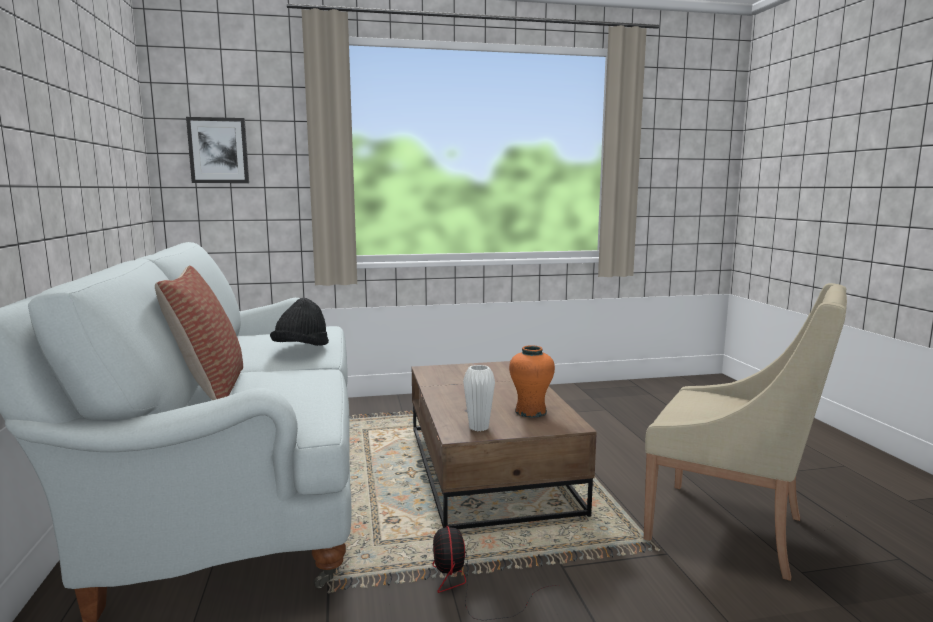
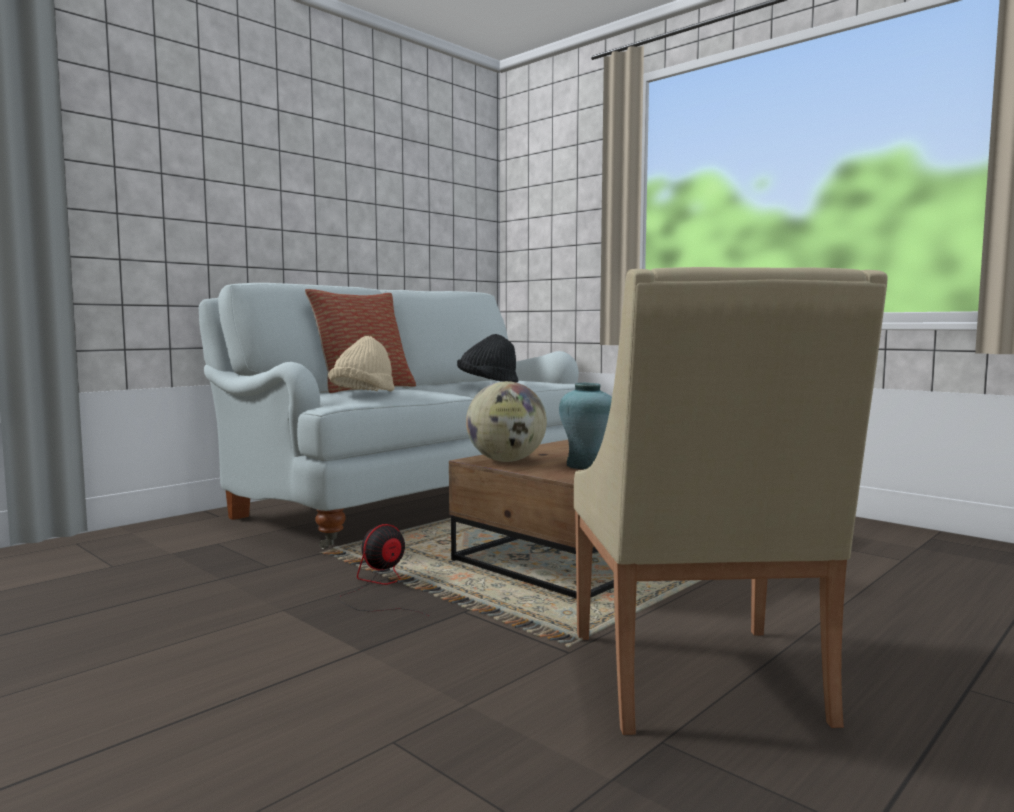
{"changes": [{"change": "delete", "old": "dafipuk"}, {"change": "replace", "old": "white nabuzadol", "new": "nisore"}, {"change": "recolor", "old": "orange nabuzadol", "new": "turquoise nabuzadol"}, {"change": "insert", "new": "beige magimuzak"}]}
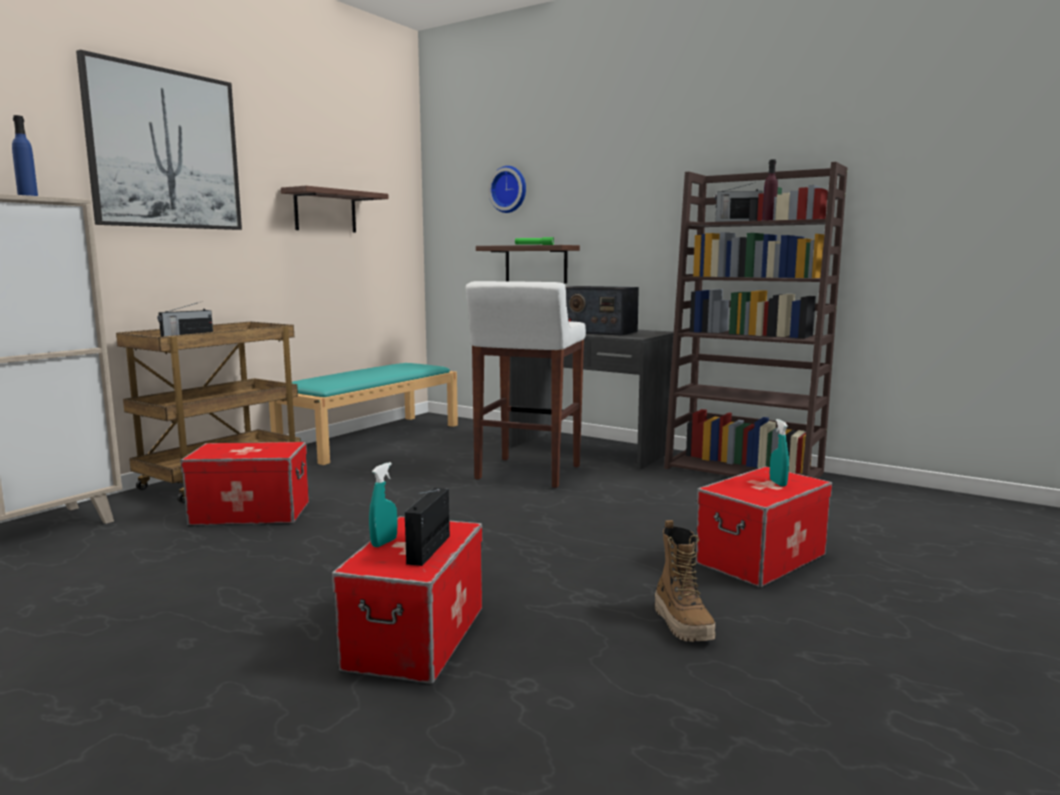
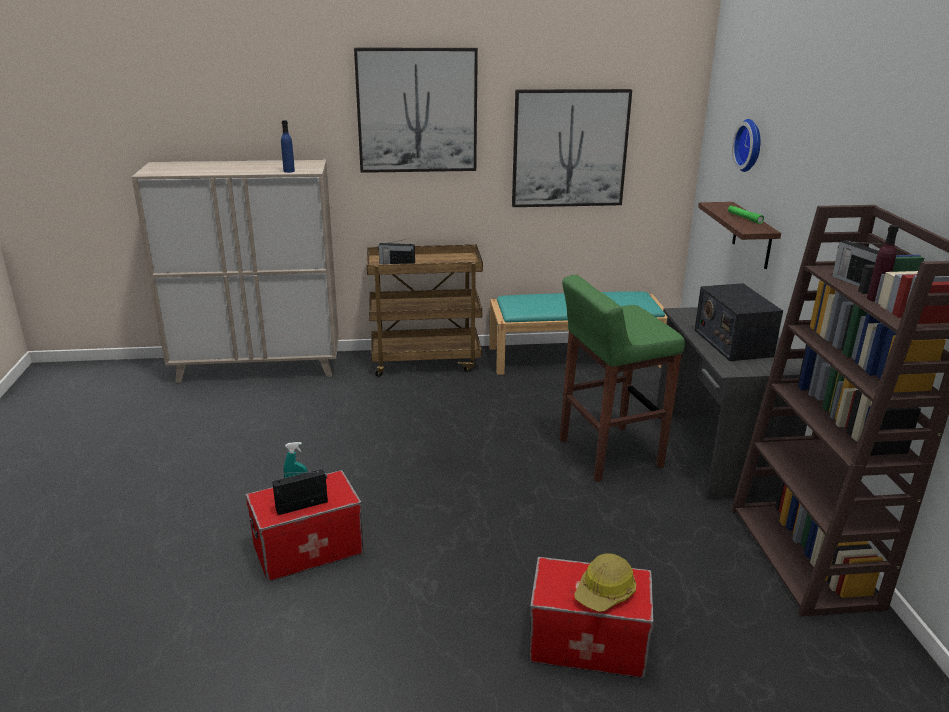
{"changes": [{"change": "delete", "old": "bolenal (1st from left)"}, {"change": "replace", "old": "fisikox (1st from left)", "new": "dafipuk (2nd from left)"}, {"change": "recolor", "old": "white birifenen", "new": "green birifenen"}, {"change": "delete", "old": "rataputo"}, {"change": "replace", "old": "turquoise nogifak (2nd from left)", "new": "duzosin"}]}
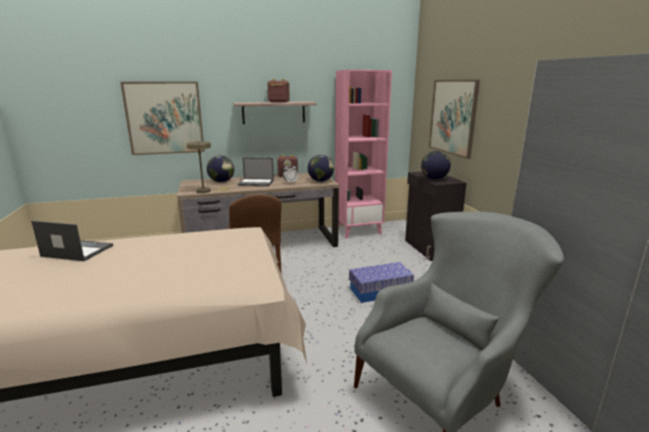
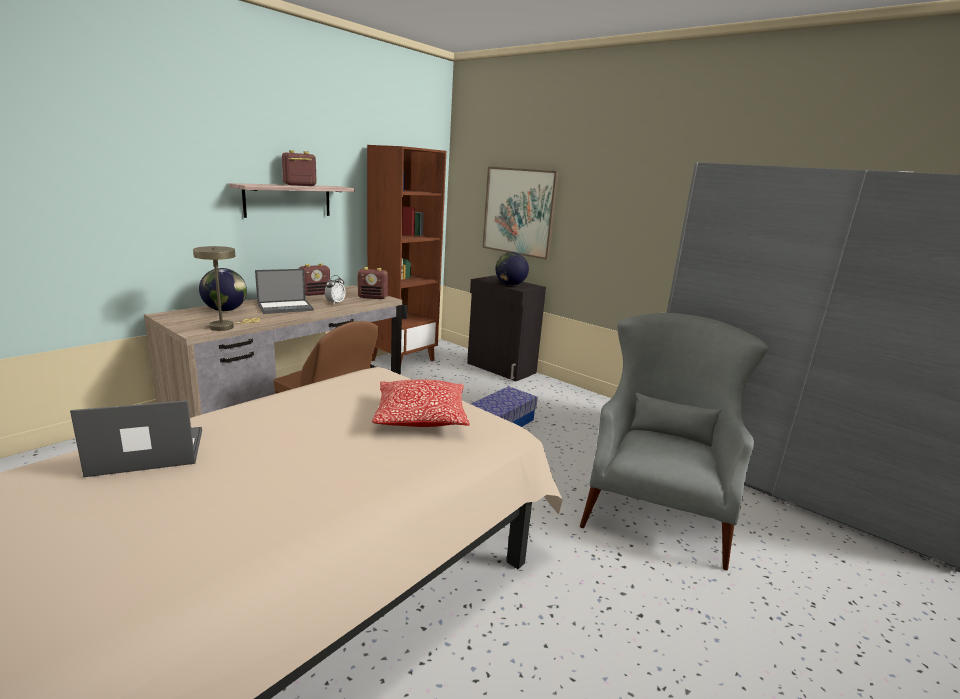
{"changes": [{"change": "delete", "old": "dafipuk (1st from left)"}, {"change": "replace", "old": "nisore (2nd from left)", "new": "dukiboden (3rd from left)"}, {"change": "recolor", "old": "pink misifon", "new": "brown misifon"}, {"change": "insert", "new": "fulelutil"}]}
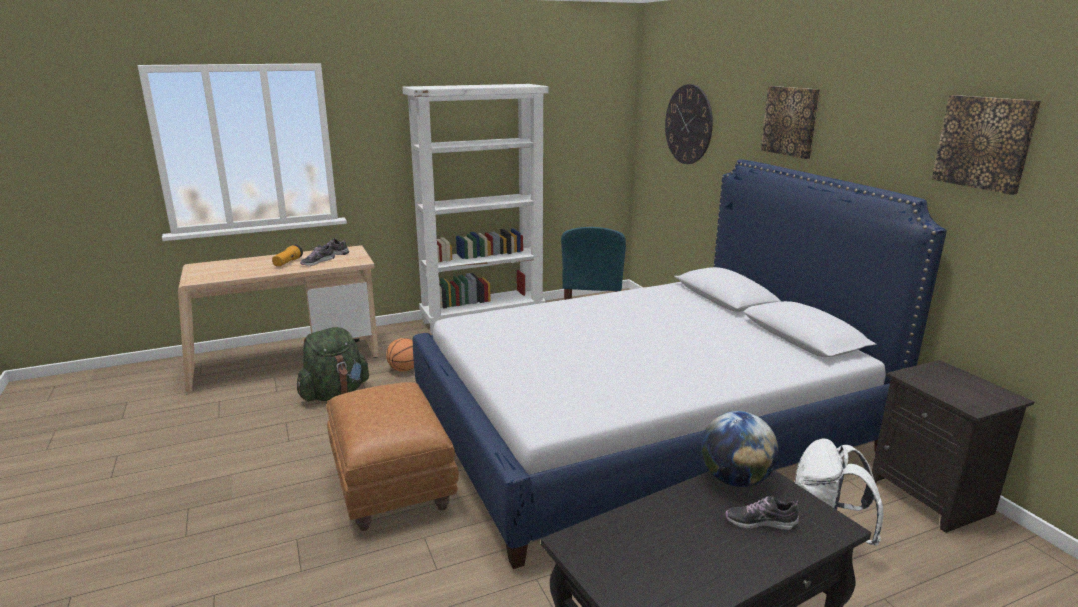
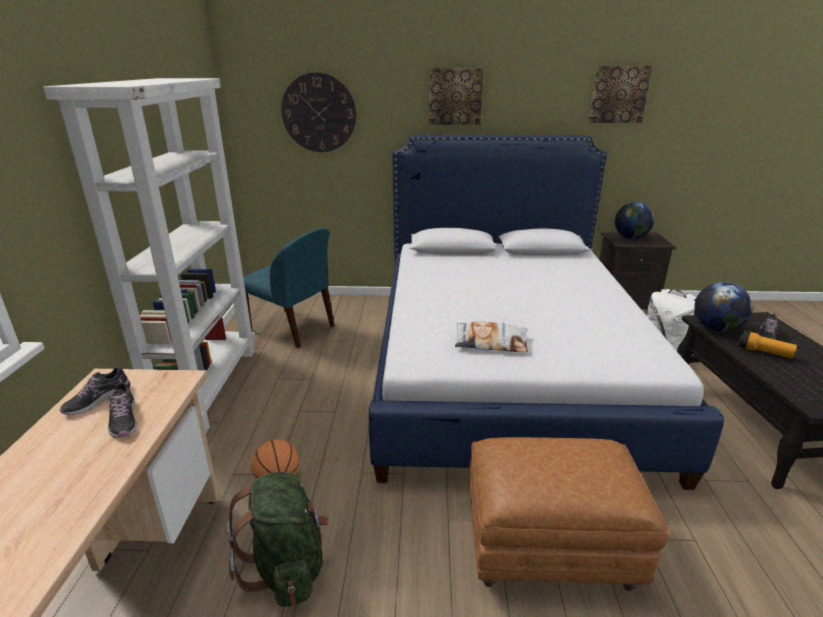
{"changes": [{"change": "move", "old": "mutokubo"}, {"change": "insert", "new": "fulelutil"}, {"change": "insert", "new": "nisore (1st from left)"}]}
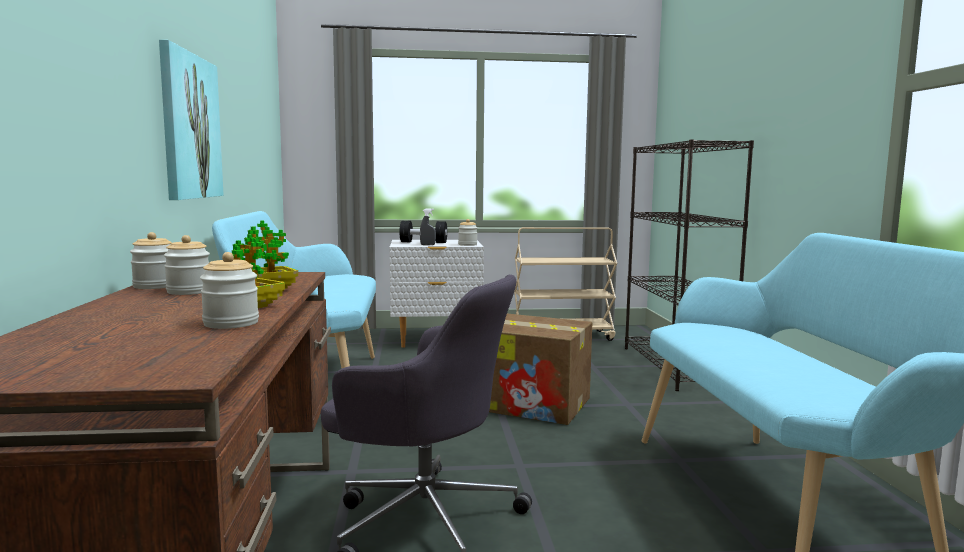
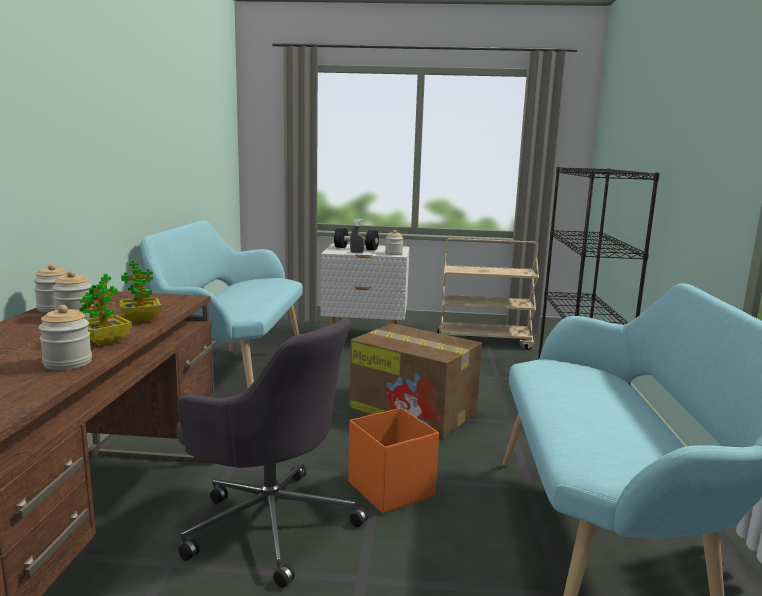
{"changes": [{"change": "delete", "old": "dafipuk"}, {"change": "insert", "new": "orange bolenal"}]}
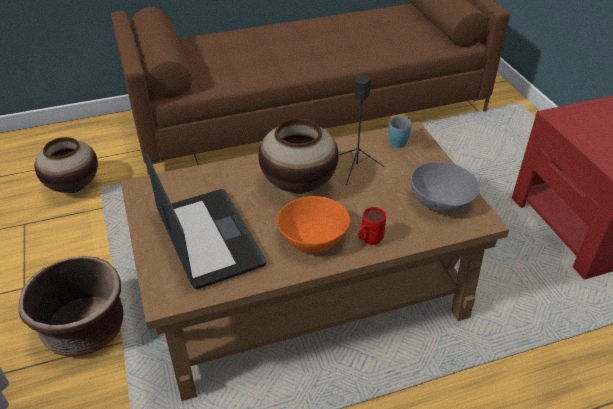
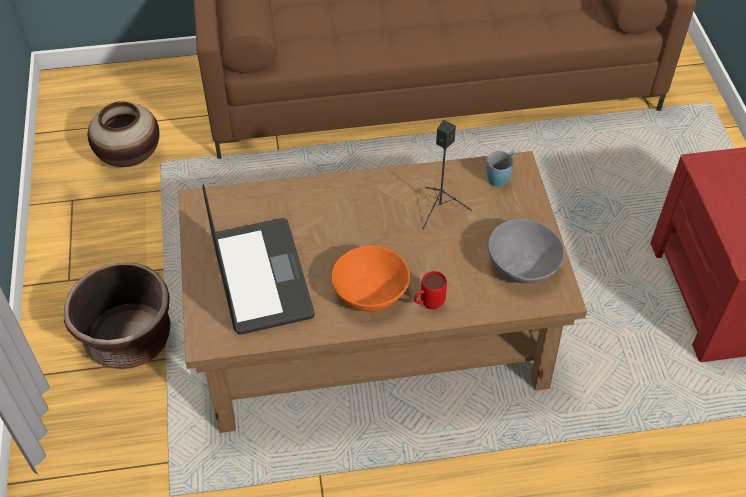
{"changes": [{"change": "delete", "old": "nabuzadol (2nd from left)"}]}
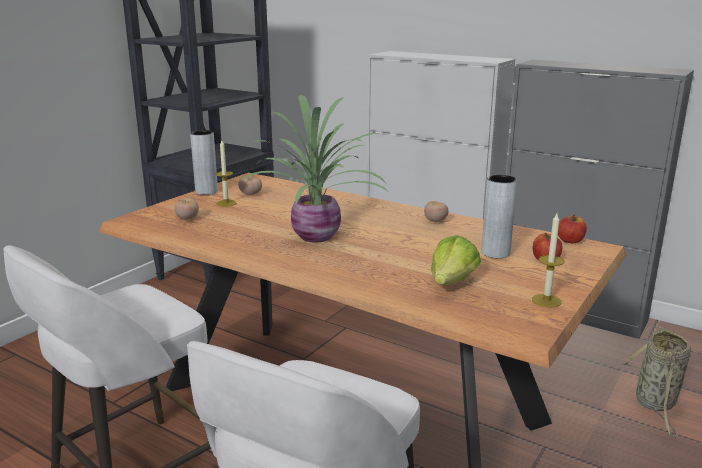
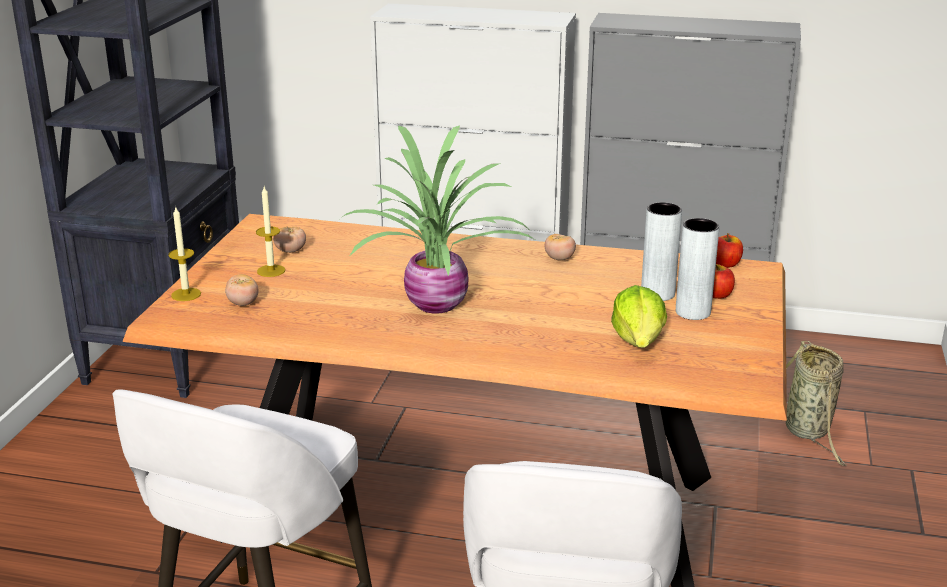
{"changes": [{"change": "move", "old": "grey nabuzadol (1st from left in the first image)", "new": "grey nabuzadol (2nd from left)"}, {"change": "move", "old": "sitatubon (2nd from left in the first image)", "new": "sitatubon (1st from left)"}]}
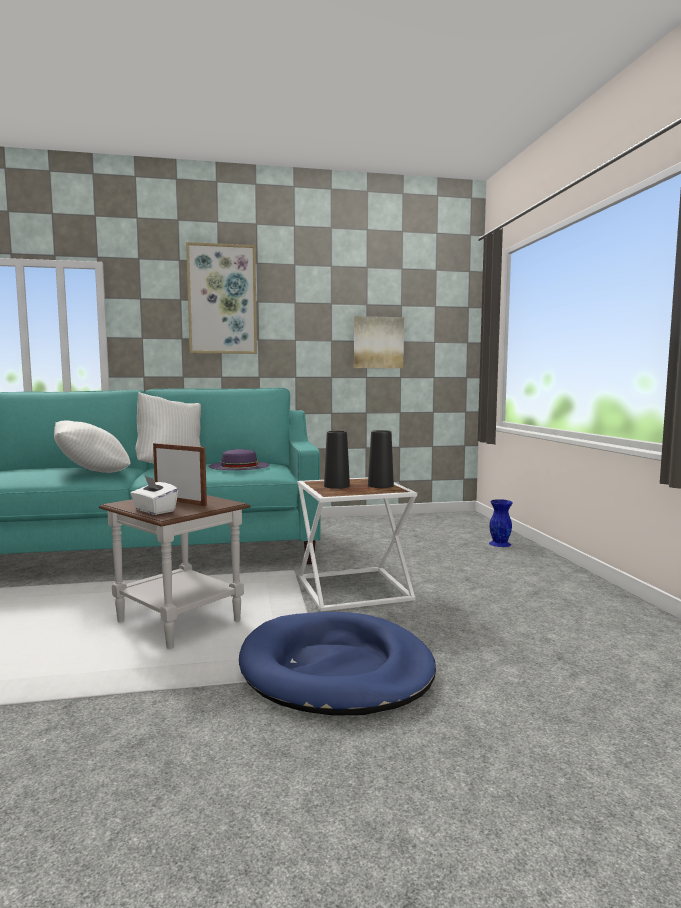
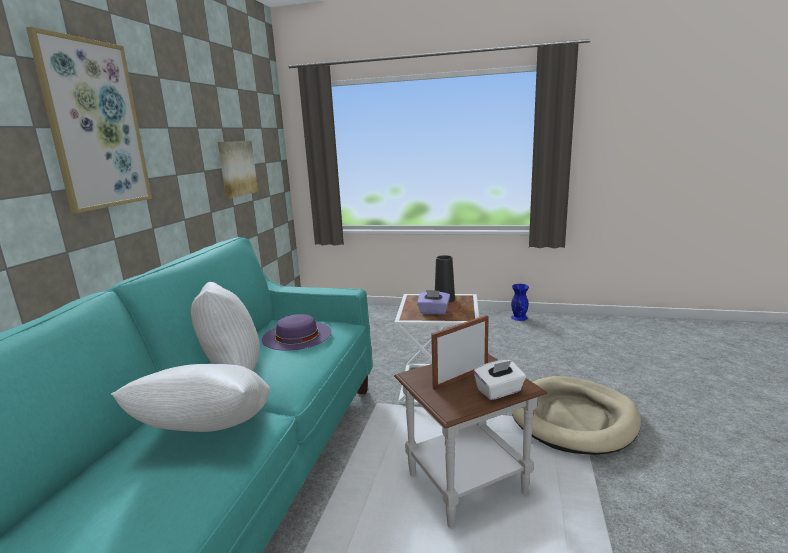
{"changes": [{"change": "recolor", "old": "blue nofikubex", "new": "beige nofikubex"}, {"change": "replace", "old": "black nabuzadol (1st from left)", "new": "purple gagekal"}, {"change": "move", "old": "blue nabuzadol"}]}
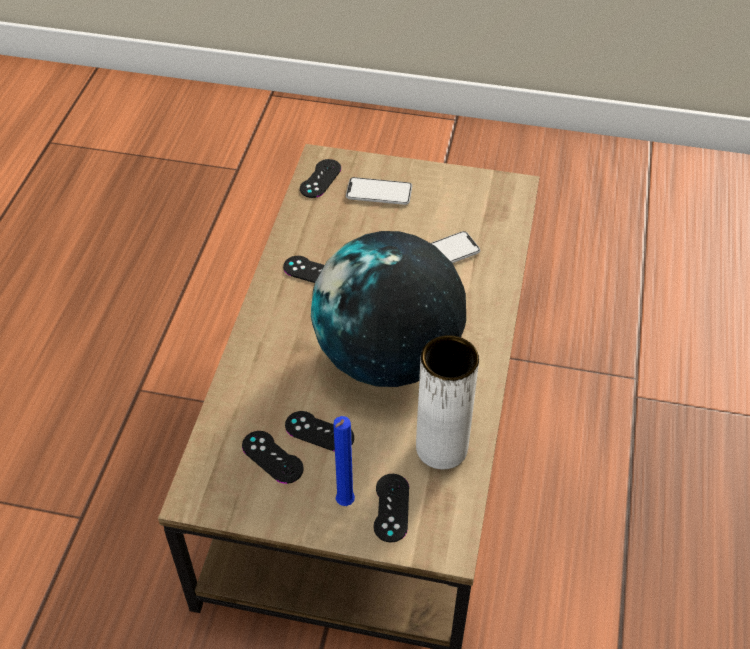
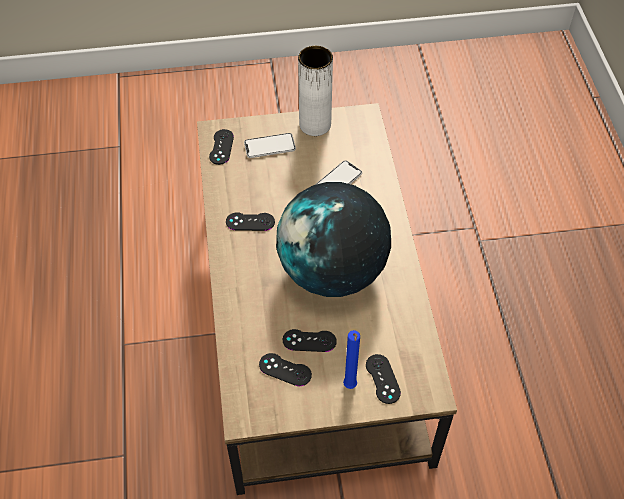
{"changes": [{"change": "move", "old": "white nabuzadol"}]}
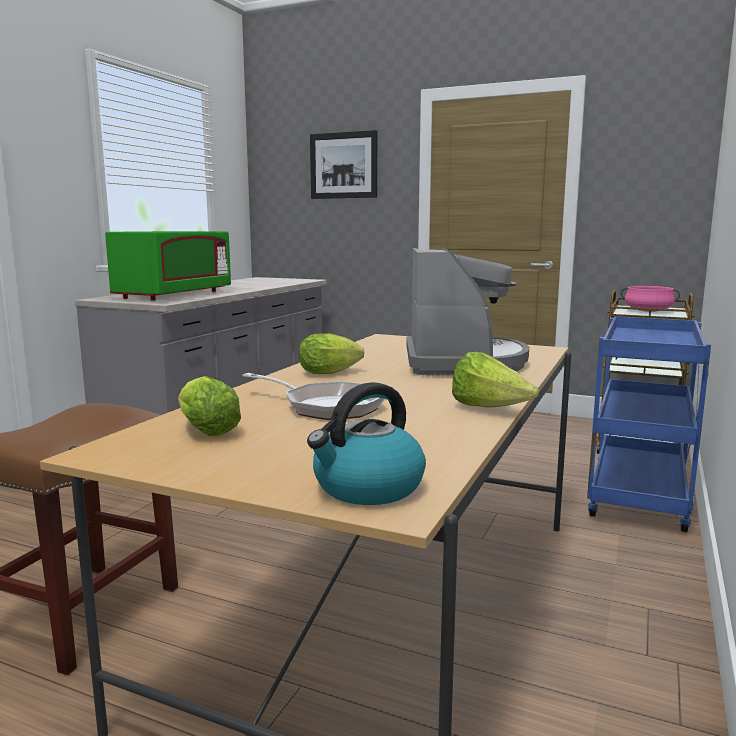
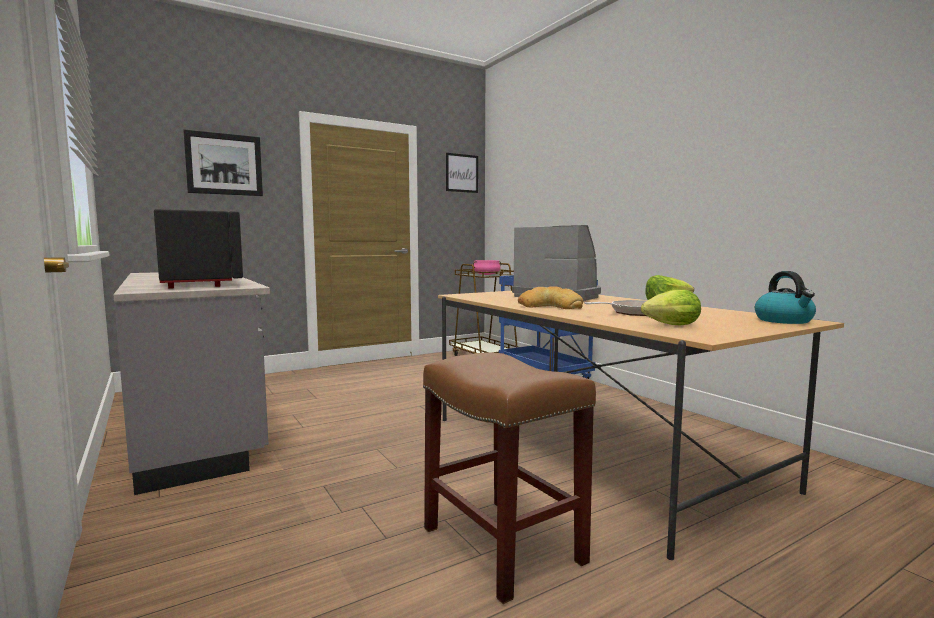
{"changes": [{"change": "recolor", "old": "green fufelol", "new": "black fufelol"}, {"change": "replace", "old": "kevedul (2nd from left)", "new": "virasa"}, {"change": "insert", "new": "dafipuk (2nd from left)"}]}
